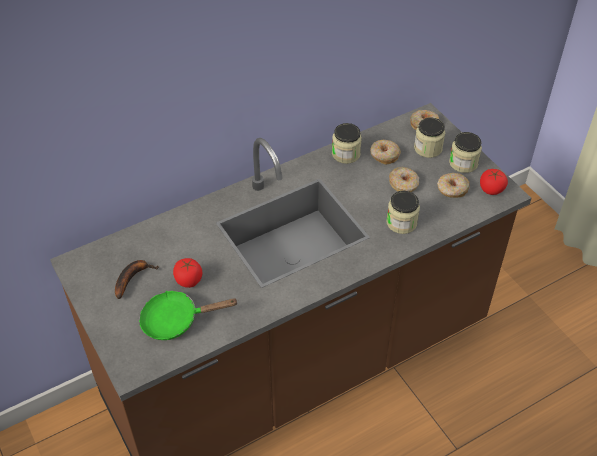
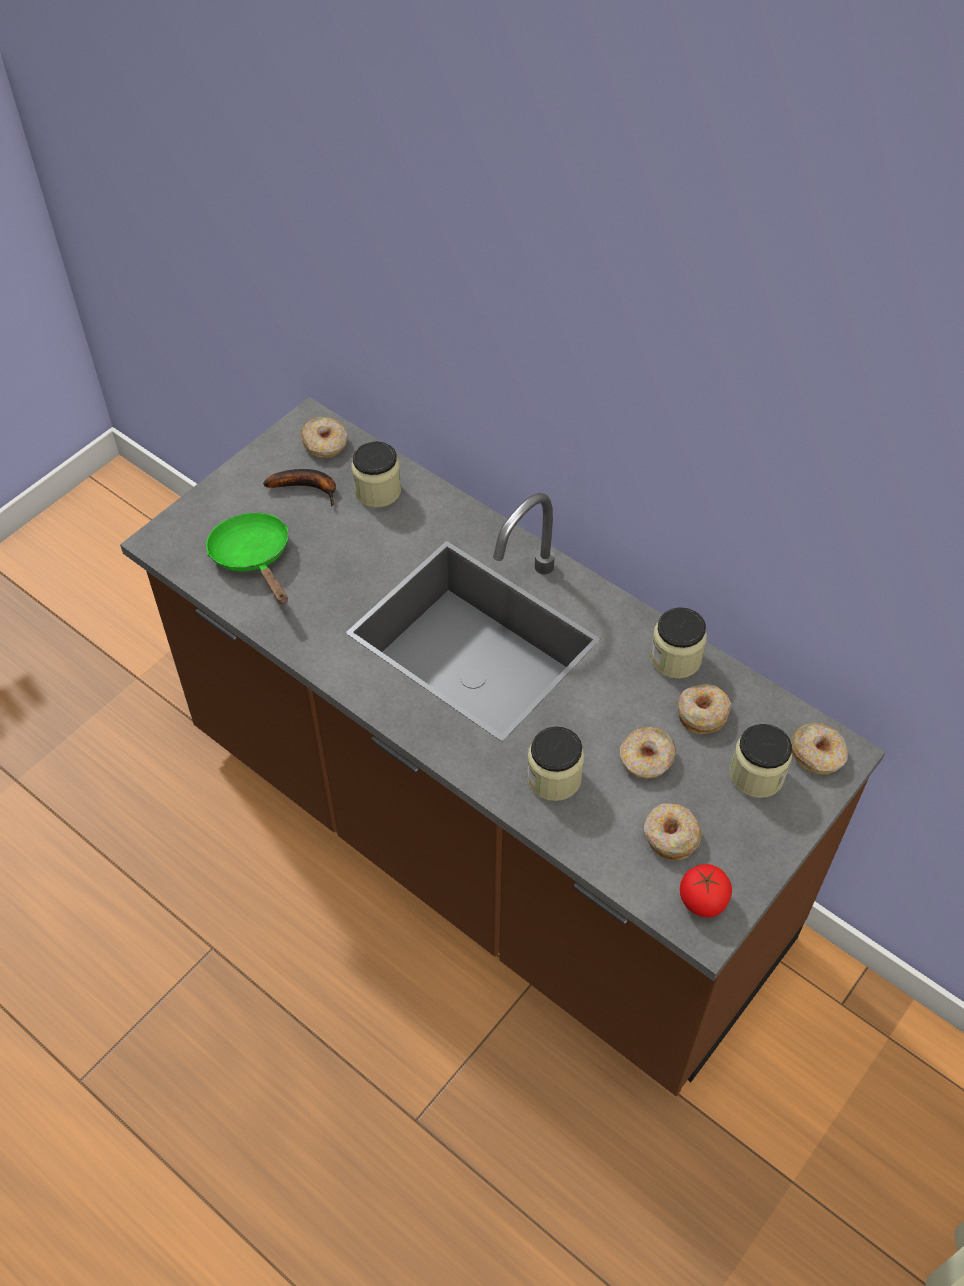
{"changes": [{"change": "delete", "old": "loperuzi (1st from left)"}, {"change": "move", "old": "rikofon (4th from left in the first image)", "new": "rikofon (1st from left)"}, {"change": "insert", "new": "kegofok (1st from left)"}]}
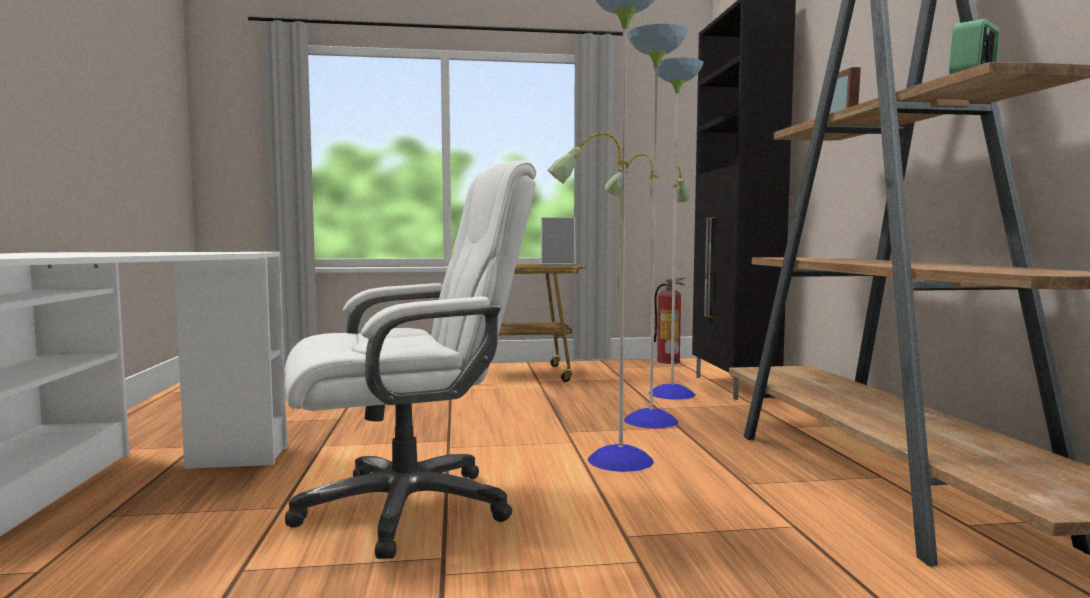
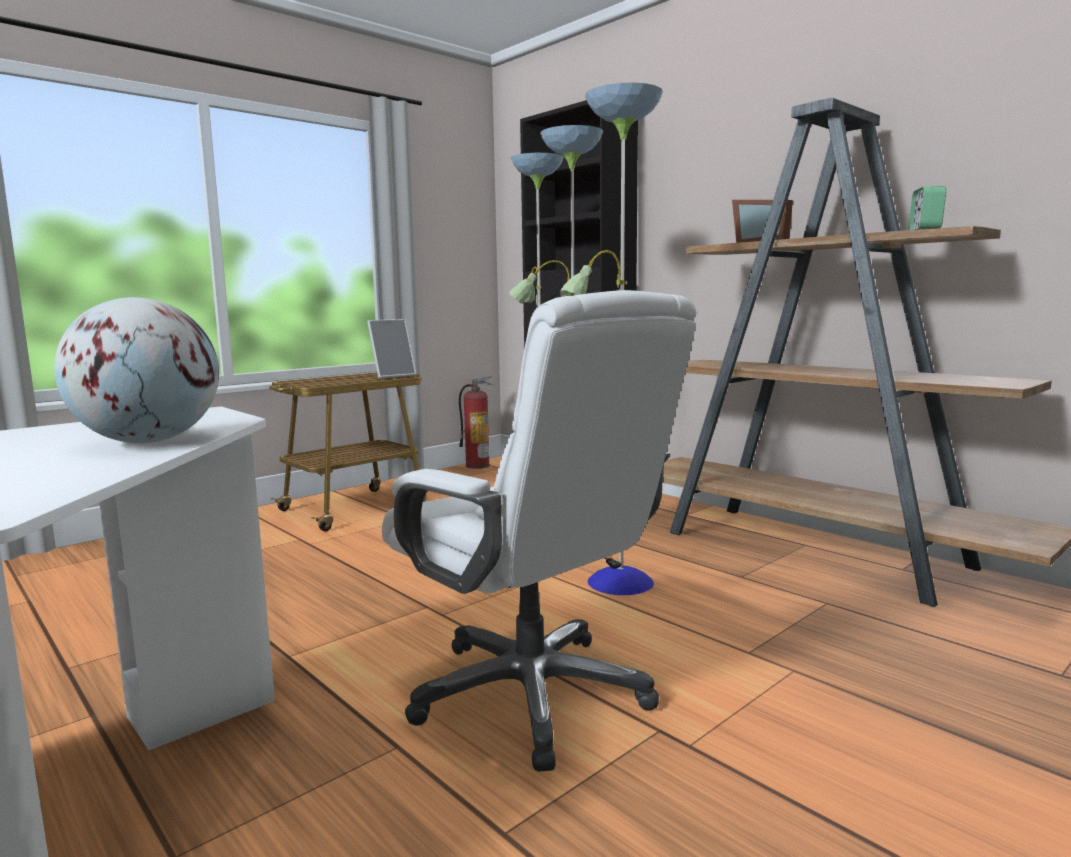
{"changes": [{"change": "rotate", "old": "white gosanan", "degrees": 105}, {"change": "insert", "new": "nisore"}]}
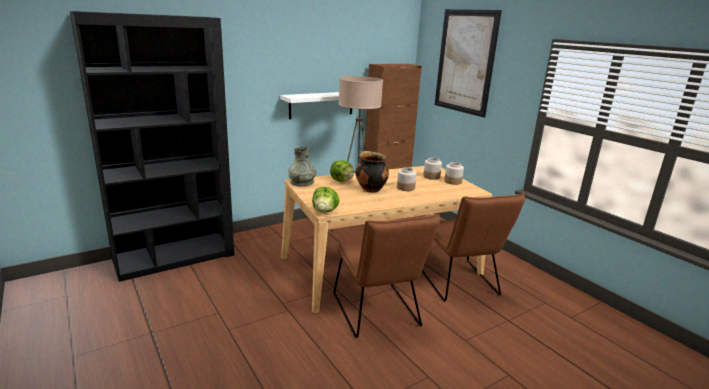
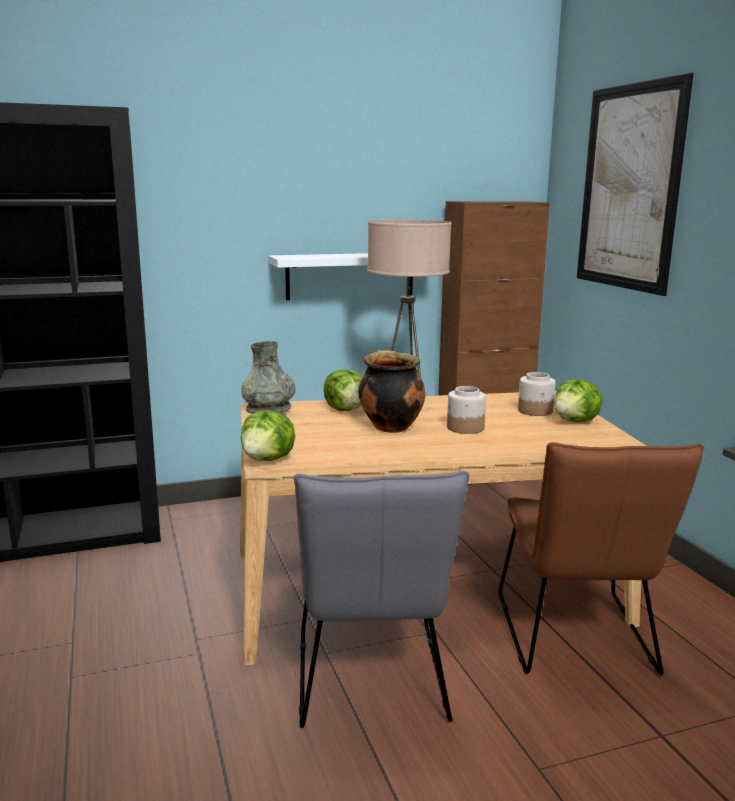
{"changes": [{"change": "recolor", "old": "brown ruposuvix (1st from left)", "new": "grey ruposuvix"}, {"change": "replace", "old": "rikofon (3rd from left)", "new": "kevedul (3rd from left)"}]}
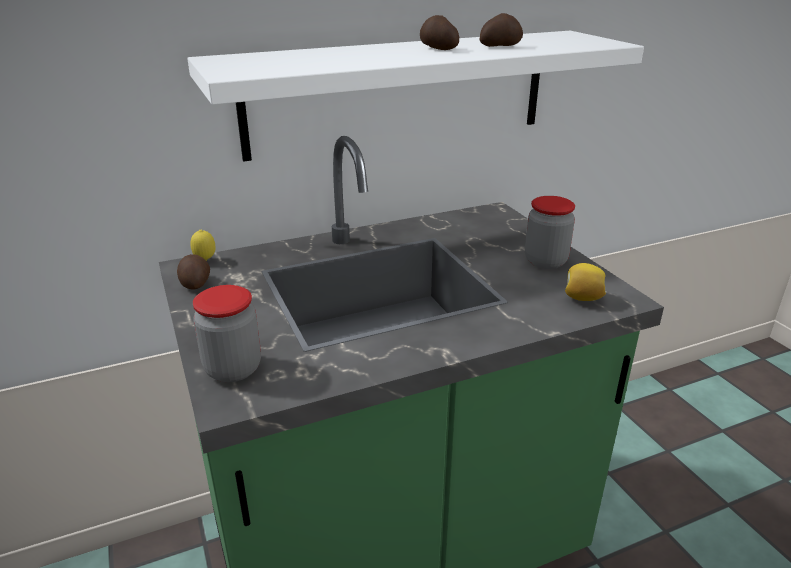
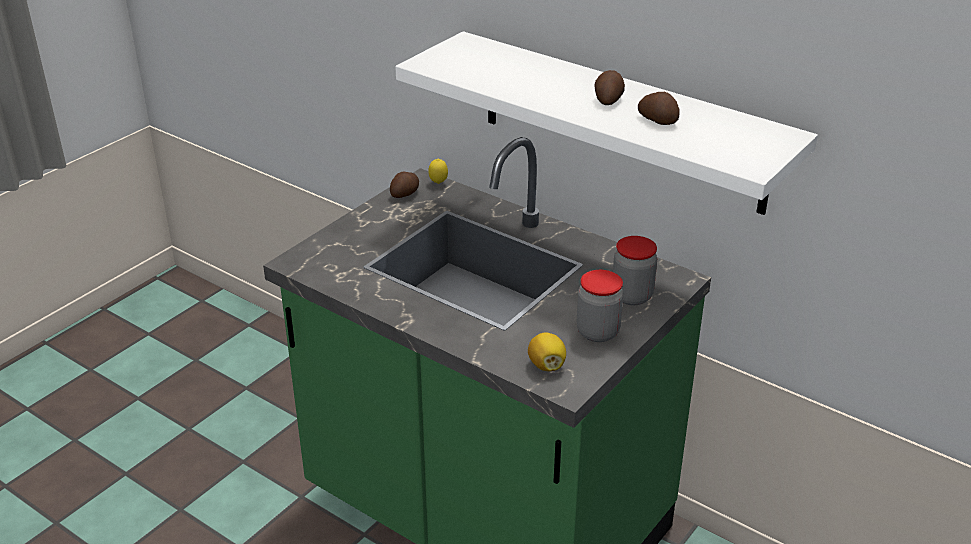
{"changes": [{"change": "move", "old": "rikofon (1st from left in the first image)", "new": "rikofon (2nd from left)"}]}
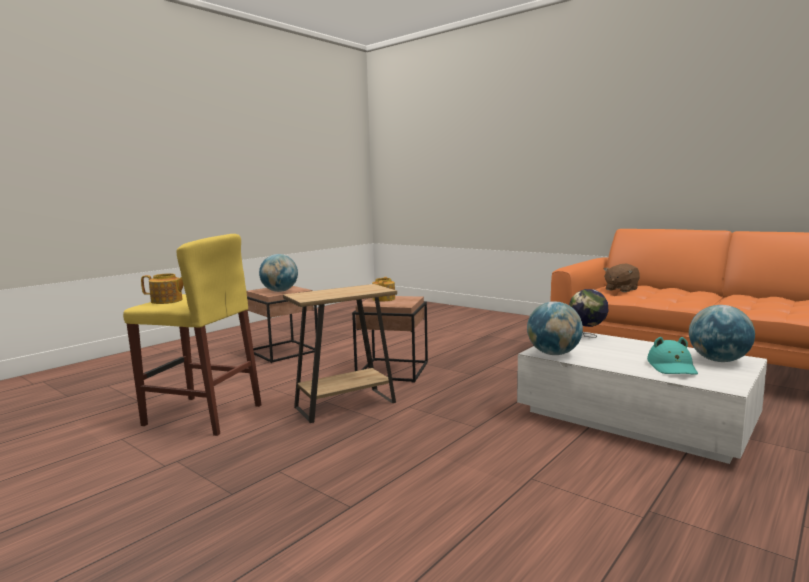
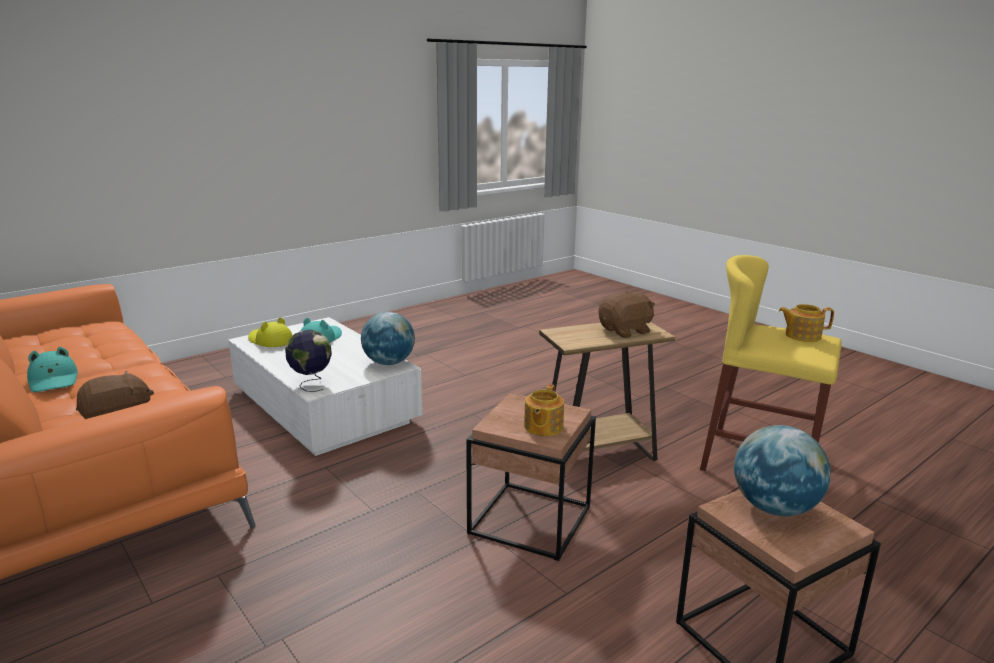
{"changes": [{"change": "replace", "old": "nisore (4th from left)", "new": "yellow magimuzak"}, {"change": "insert", "new": "turquoise magimuzak (1st from left)"}, {"change": "insert", "new": "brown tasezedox (2nd from left)"}]}
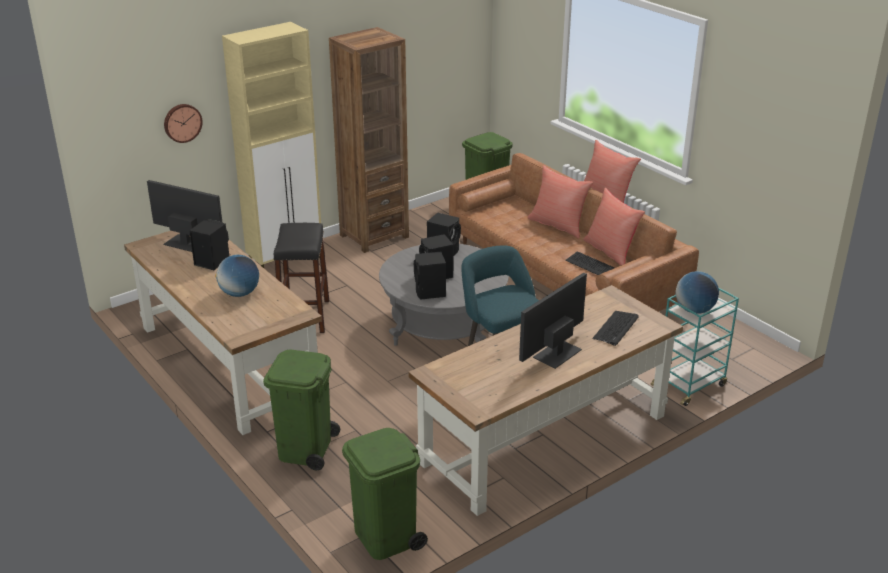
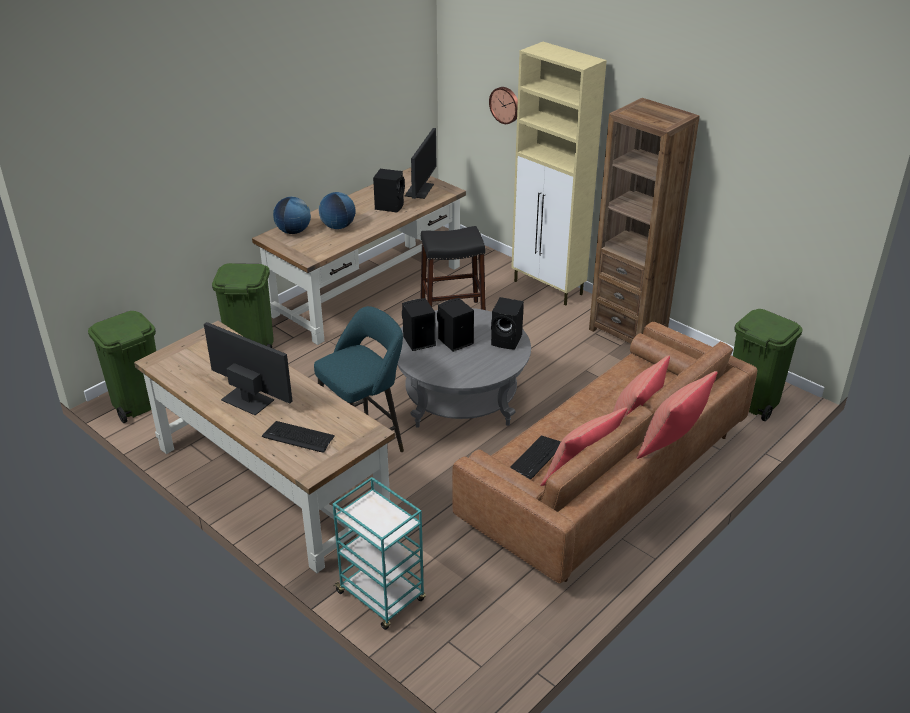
{"changes": [{"change": "move", "old": "nisore (2nd from left in the first image)", "new": "nisore (1st from left)"}]}
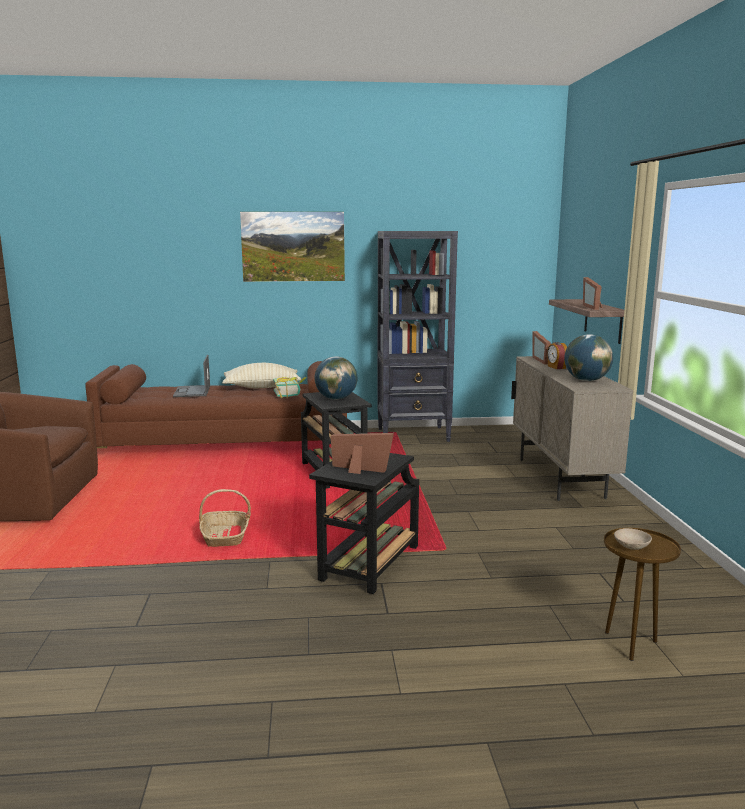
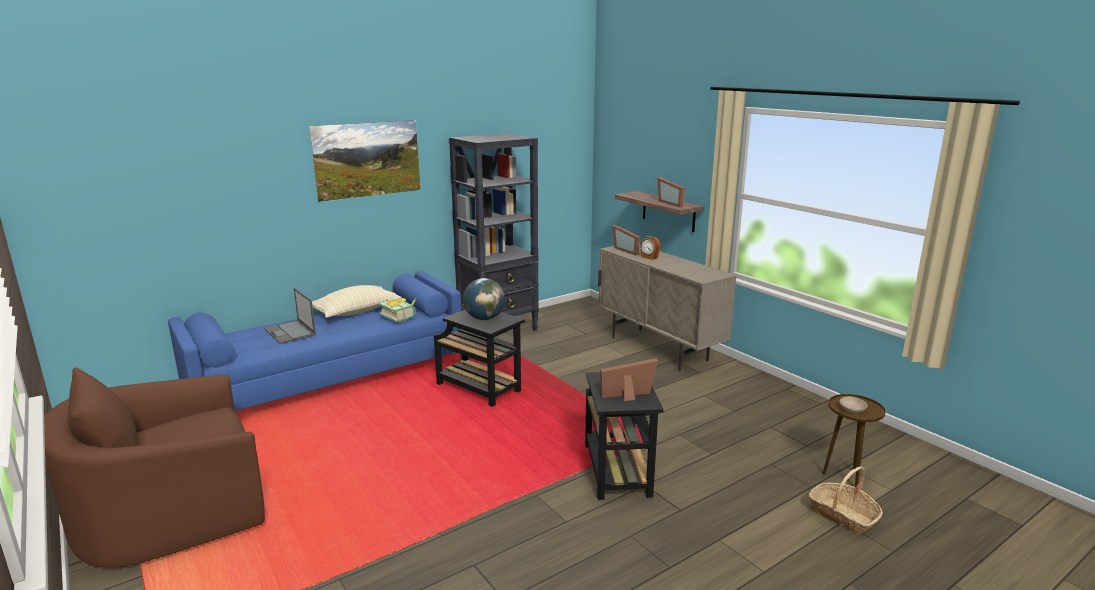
{"changes": [{"change": "recolor", "old": "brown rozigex", "new": "blue rozigex"}, {"change": "move", "old": "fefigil"}, {"change": "delete", "old": "nisore (2nd from left)"}]}
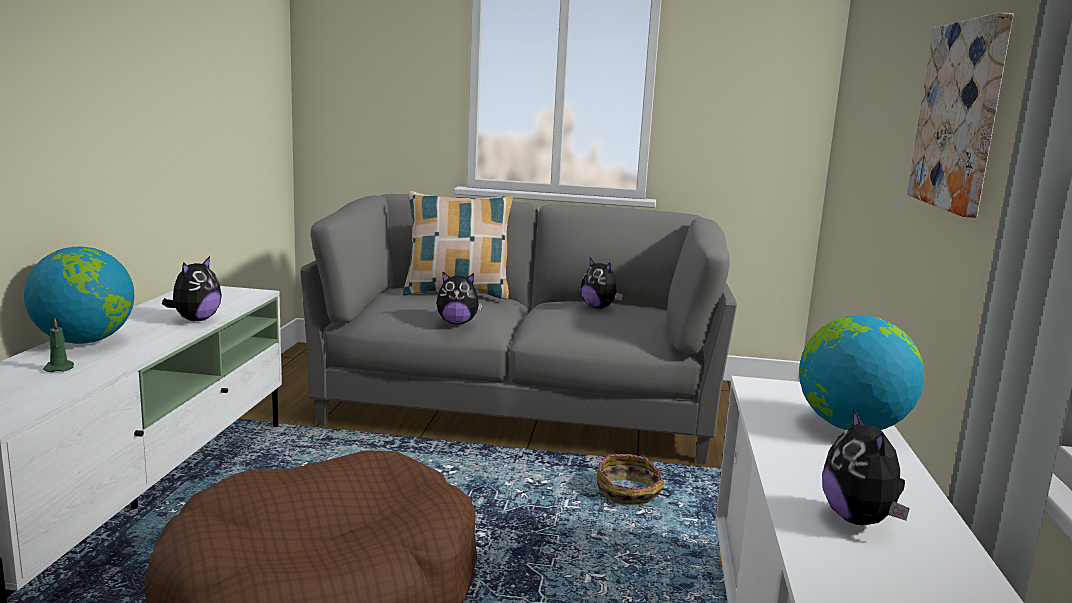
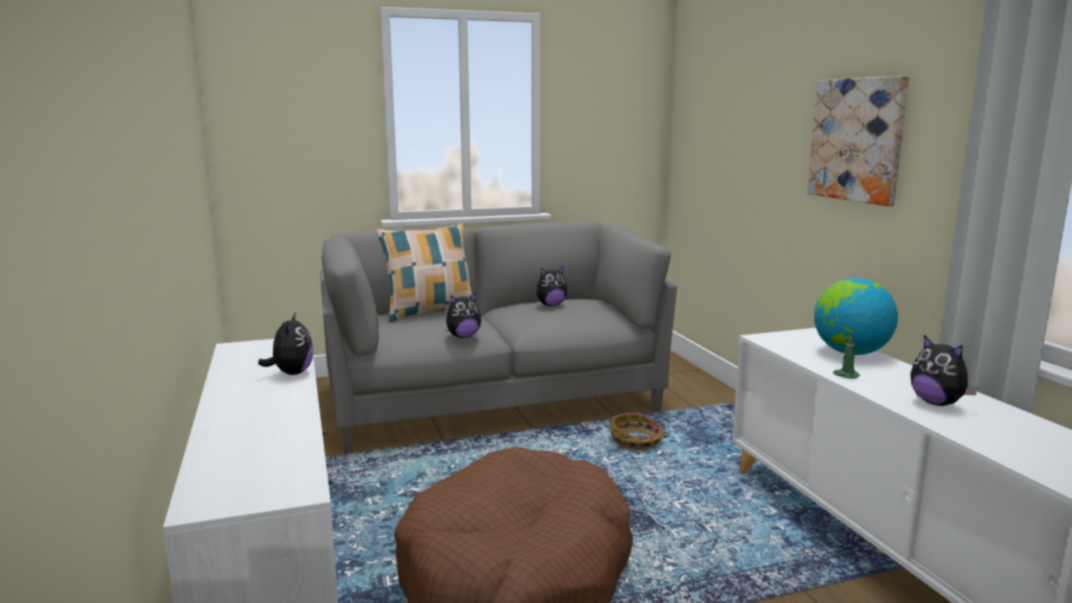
{"changes": [{"change": "delete", "old": "nisore (1st from left)"}, {"change": "move", "old": "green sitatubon"}, {"change": "rotate", "old": "tasezedox (3rd from left)", "degrees": -45}]}
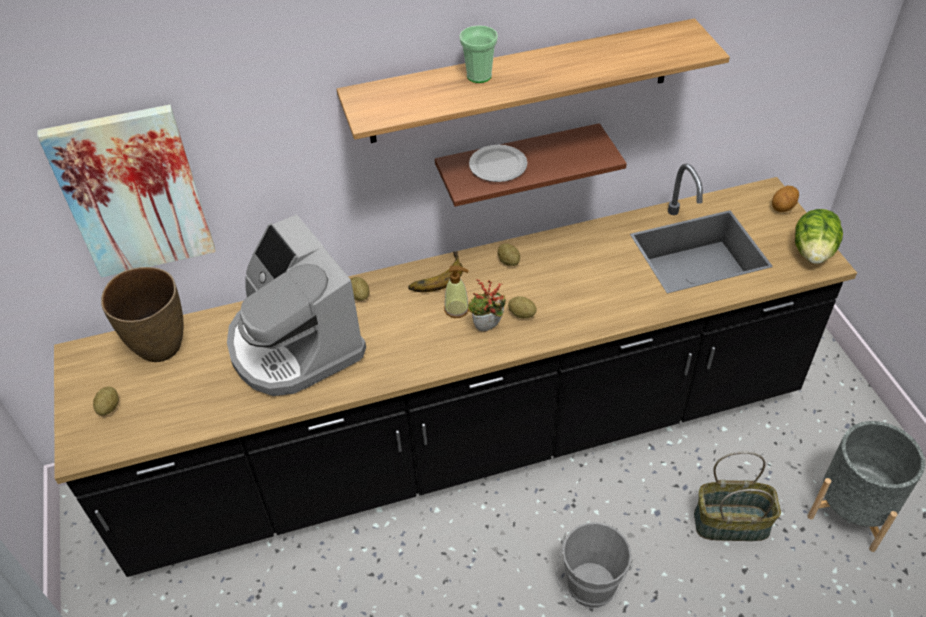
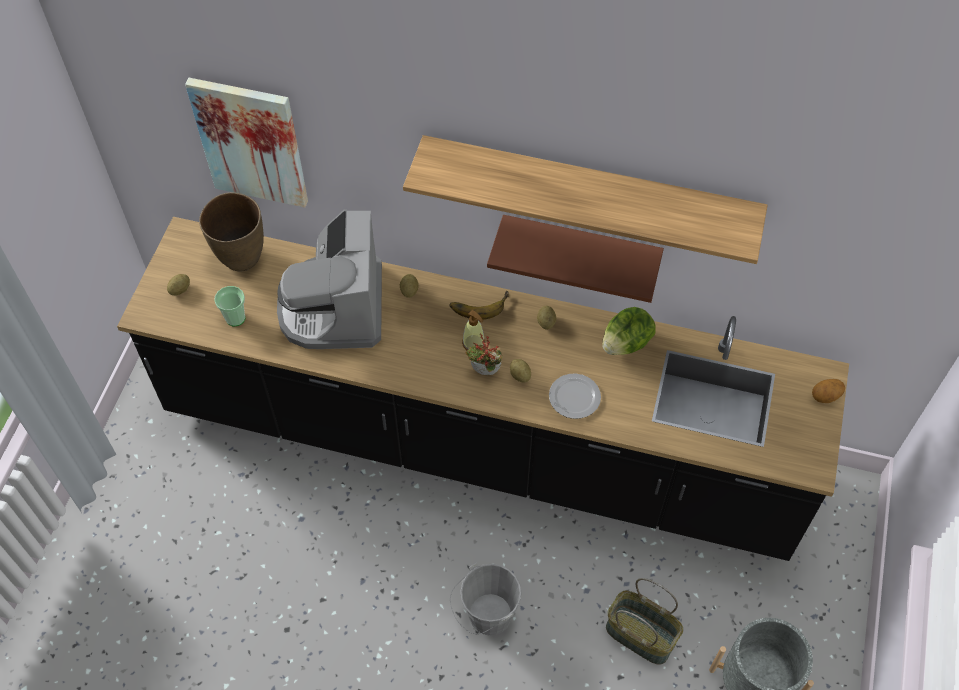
{"changes": [{"change": "move", "old": "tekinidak"}, {"change": "move", "old": "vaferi"}, {"change": "move", "old": "kevedul"}]}
